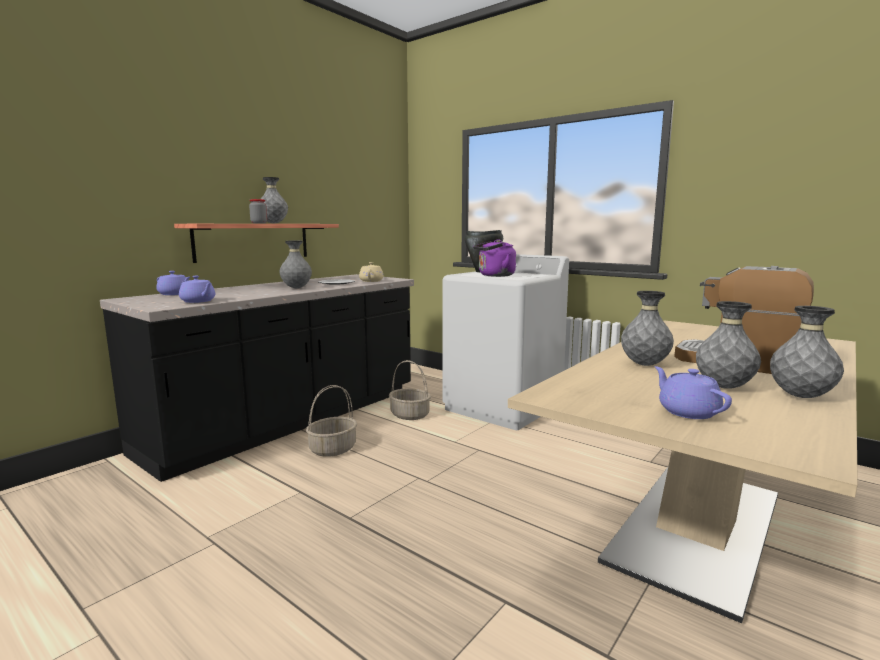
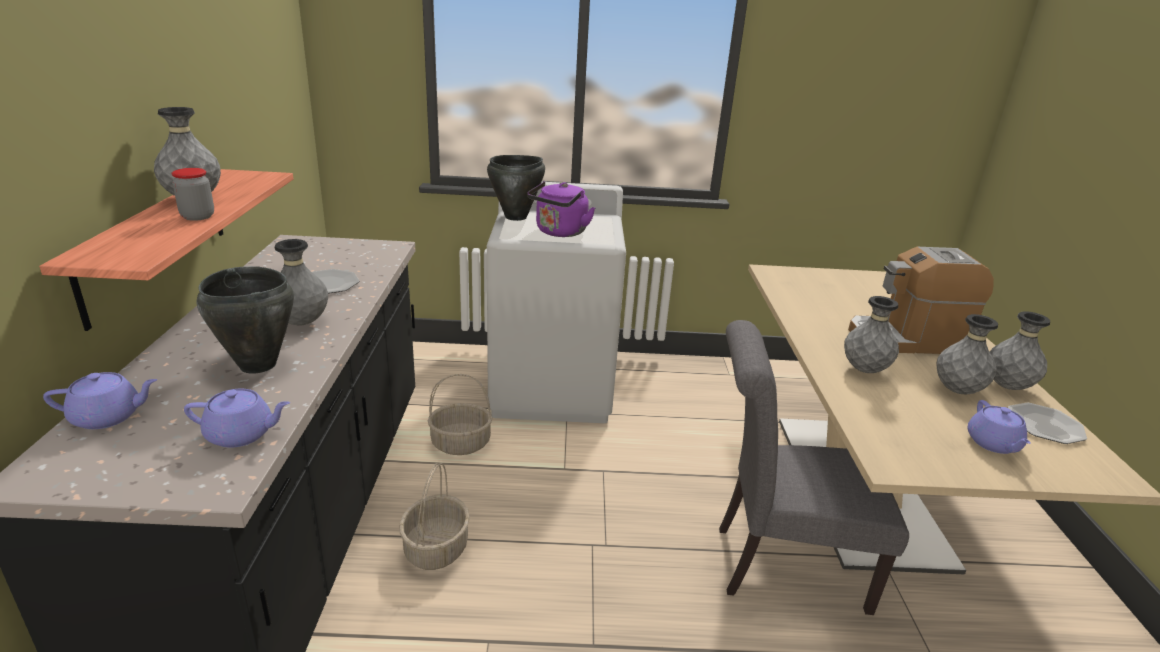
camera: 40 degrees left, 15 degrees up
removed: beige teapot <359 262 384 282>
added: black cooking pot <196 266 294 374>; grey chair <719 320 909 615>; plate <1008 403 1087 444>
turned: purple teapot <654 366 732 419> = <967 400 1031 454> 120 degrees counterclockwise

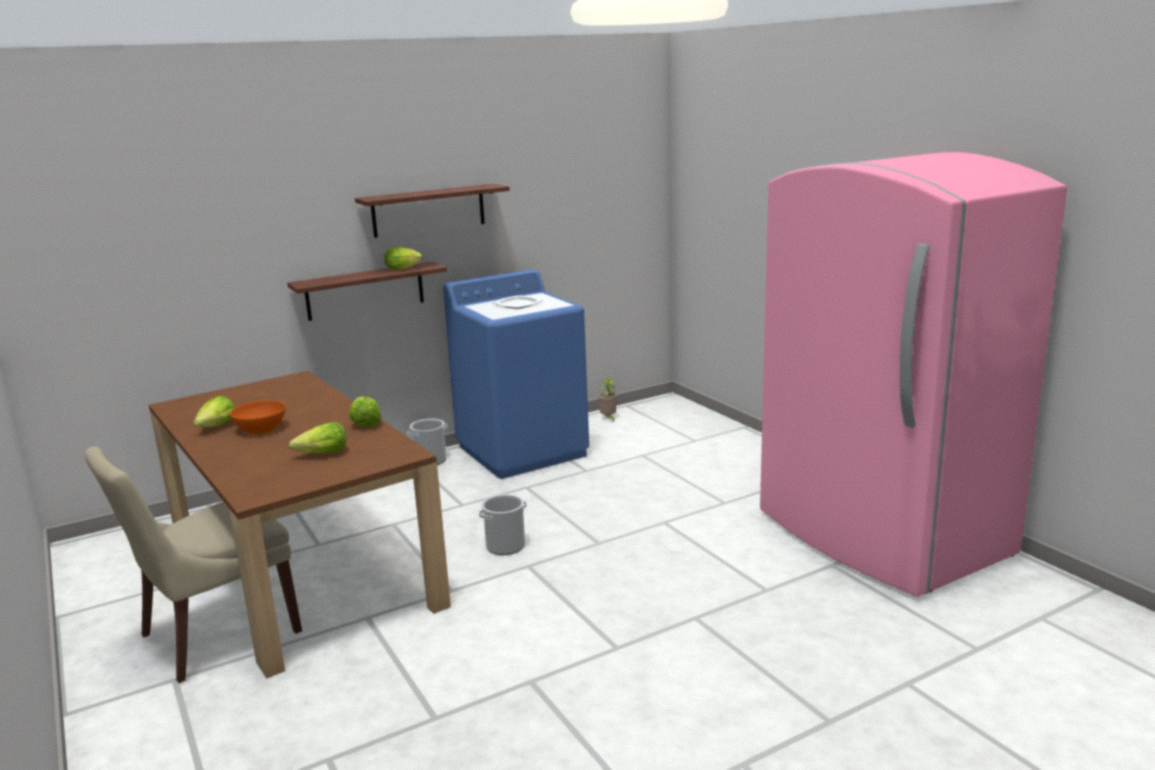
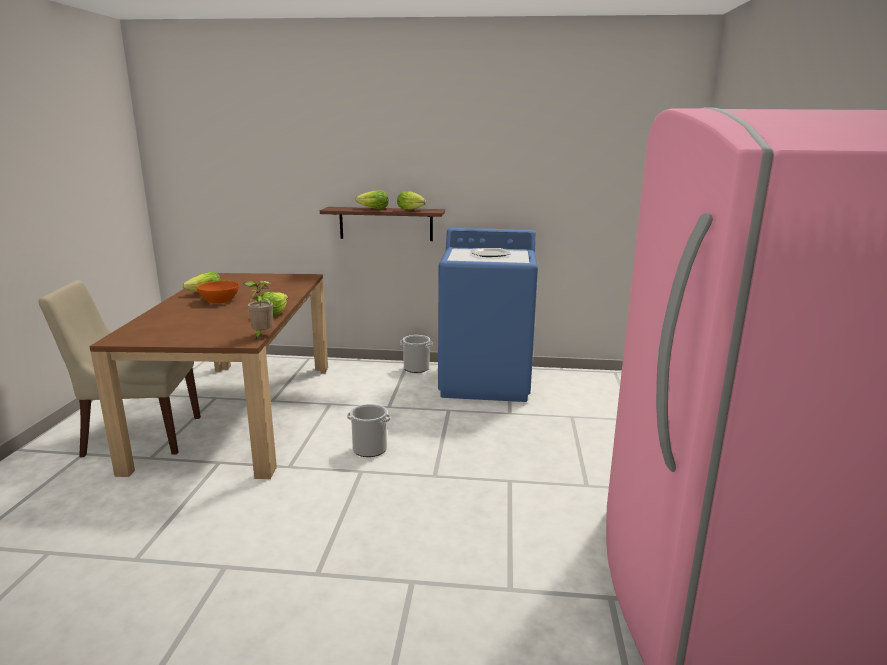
camera: 35 degrees right, 0 degrees up
removed: shelf <355 184 510 238>
moved: potted plant <598 377 617 422> to <243 280 273 339>; lettuce <289 422 346 453> to <356 190 389 209>

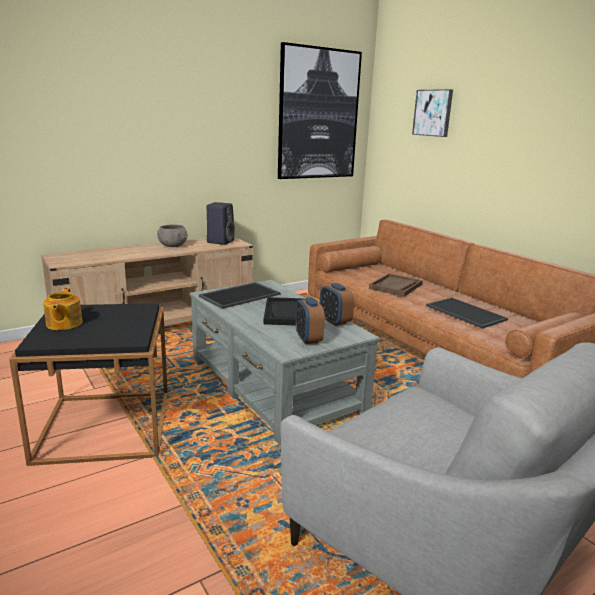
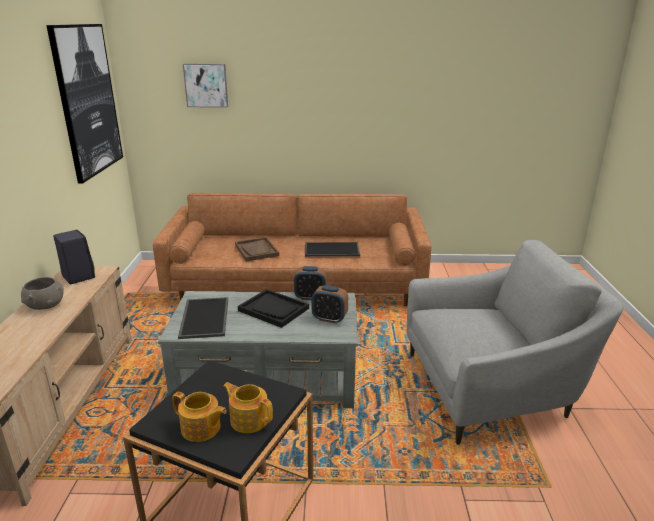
camera: 55 degrees left, 5 degrees up
added: teapot <223 382 273 433>

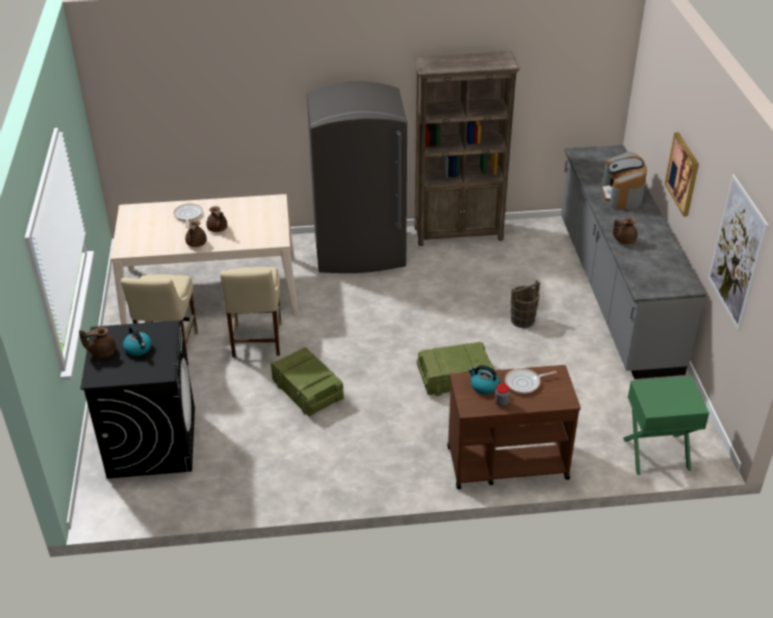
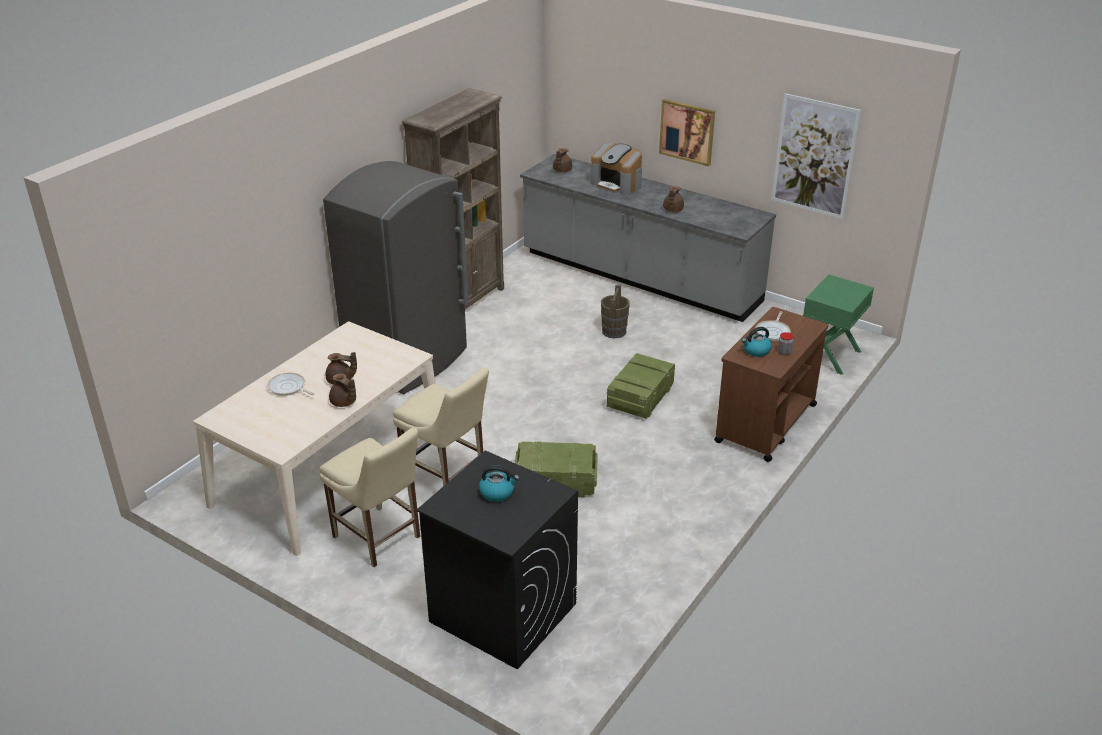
camera: 50 degrees left, 5 degrees down
moved: brown teapot <79 327 116 358> to <553 148 572 172>

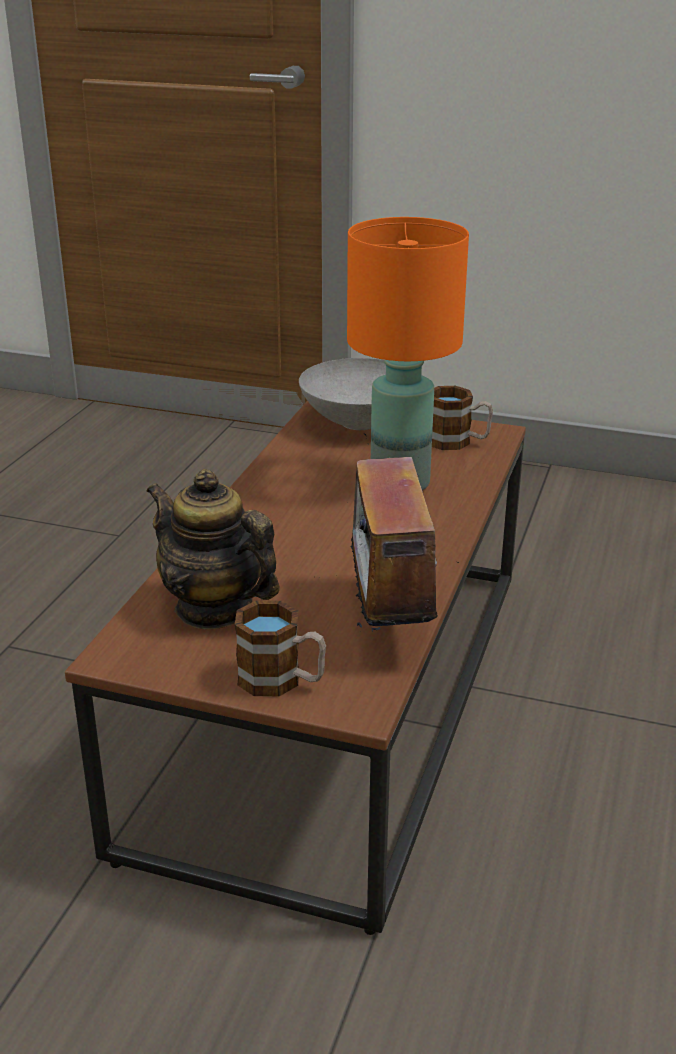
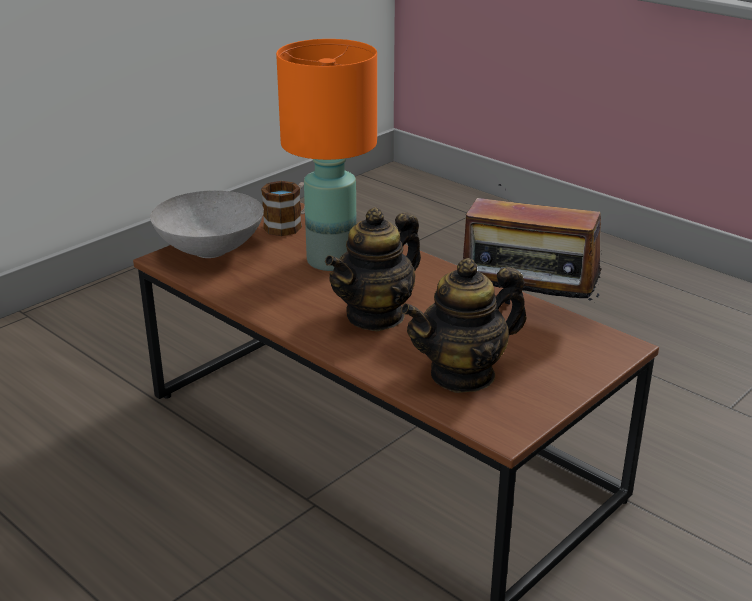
camera: 65 degrees left, 0 degrees up
removed: mug <235 600 326 697>
added: teapot <325 207 421 331>

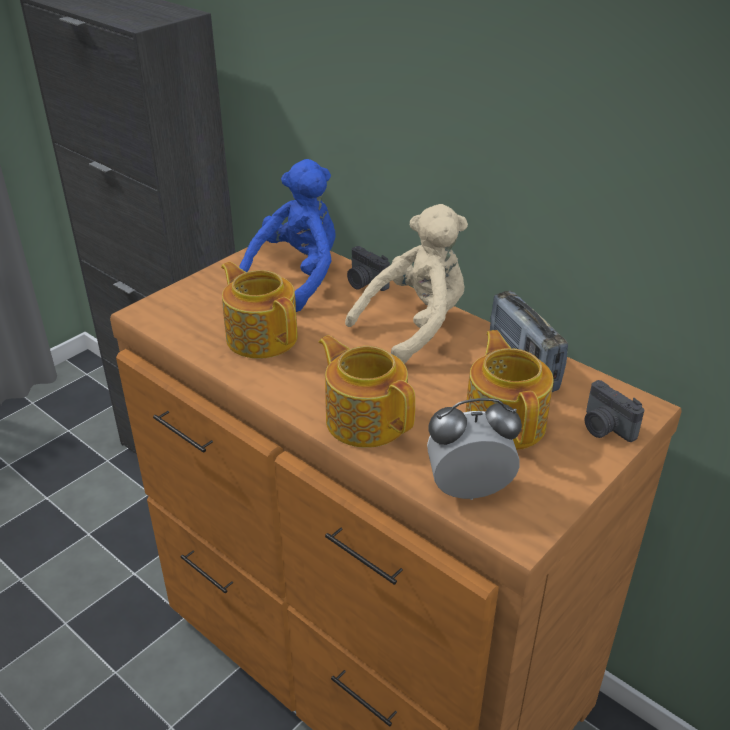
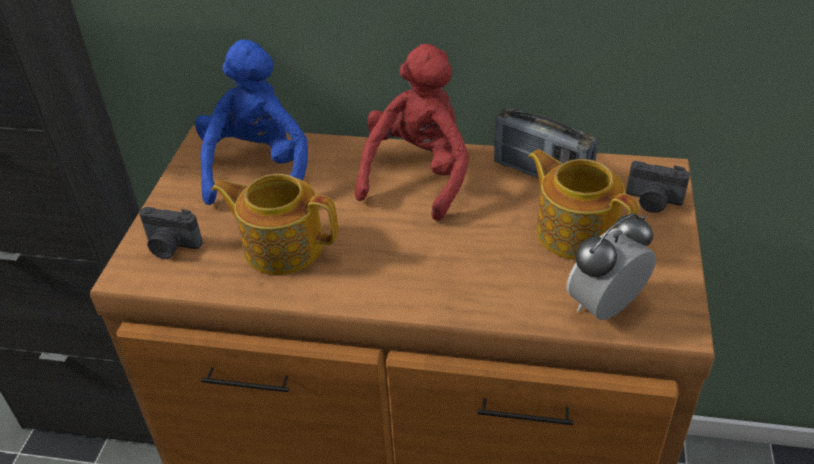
camera: 30 degrees left, 5 degrees up
removed: teapot <319 335 415 448>
moved: photo camera <347 246 390 291> to <139 207 203 259>
recoloured: beige plush toy <345 204 468 364> to red plush toy <355 44 469 221>

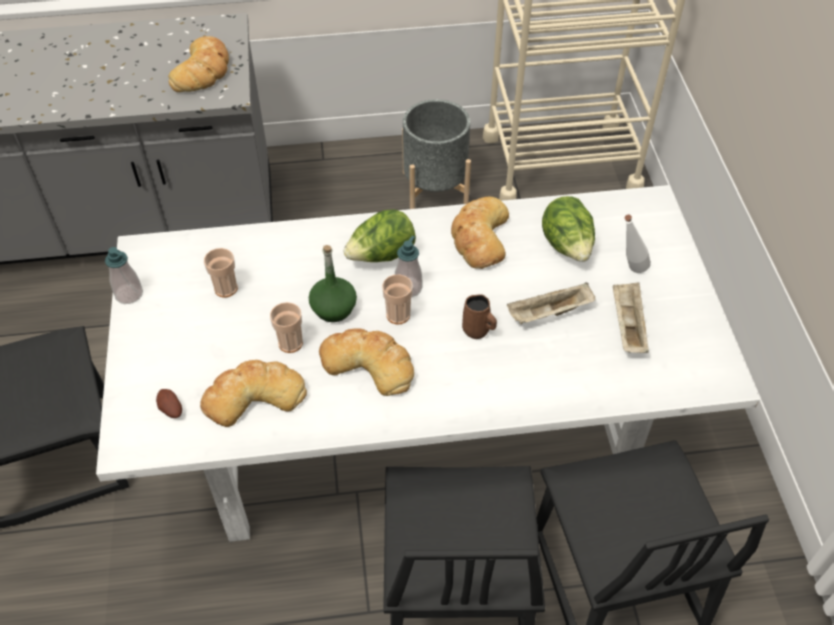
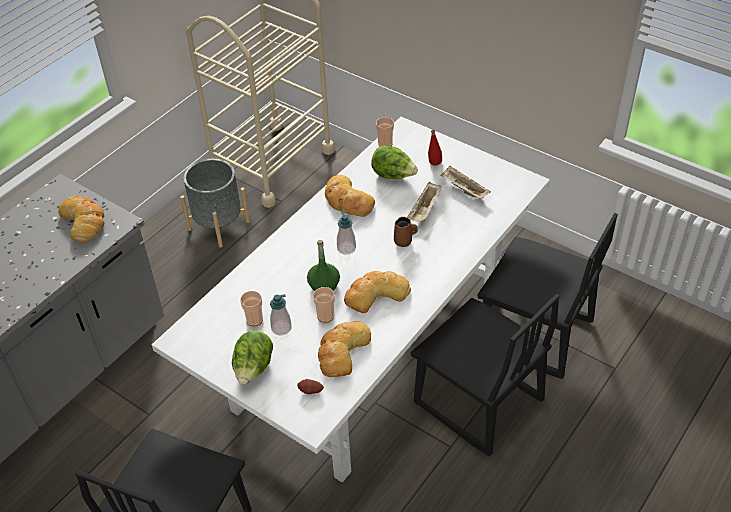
camera: 45 degrees left, 5 degrees down
moved: lettuce <343 209 416 262> to <232 331 273 384>; soap dispenser <105 247 143 304> to <270 294 292 336>; cup <382 274 413 325> to <376 117 394 147>
recoloured: white bottle <625 215 651 273> to red bottle <428 130 442 166>

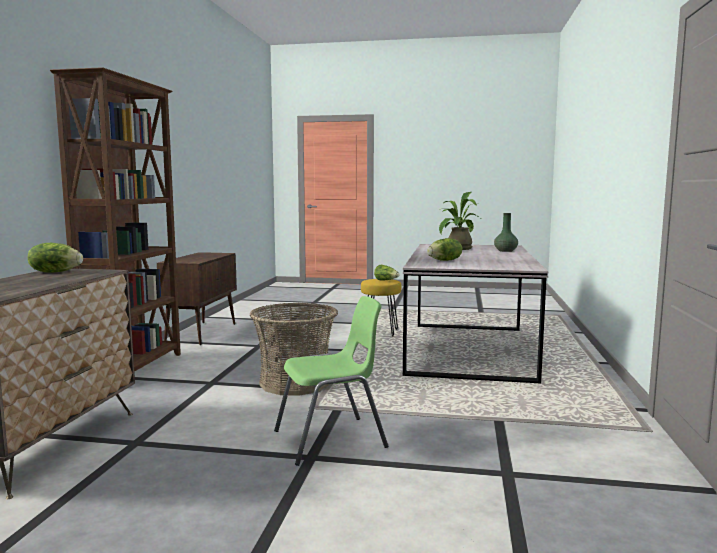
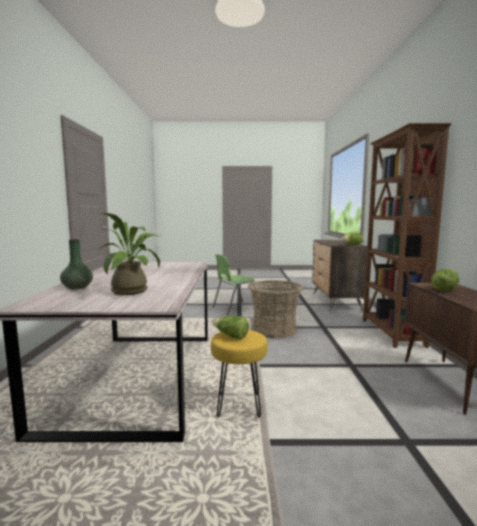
camera: 170 degrees right, 0 degrees up
moved: lettuce <427 238 462 261> to <431 269 459 291>

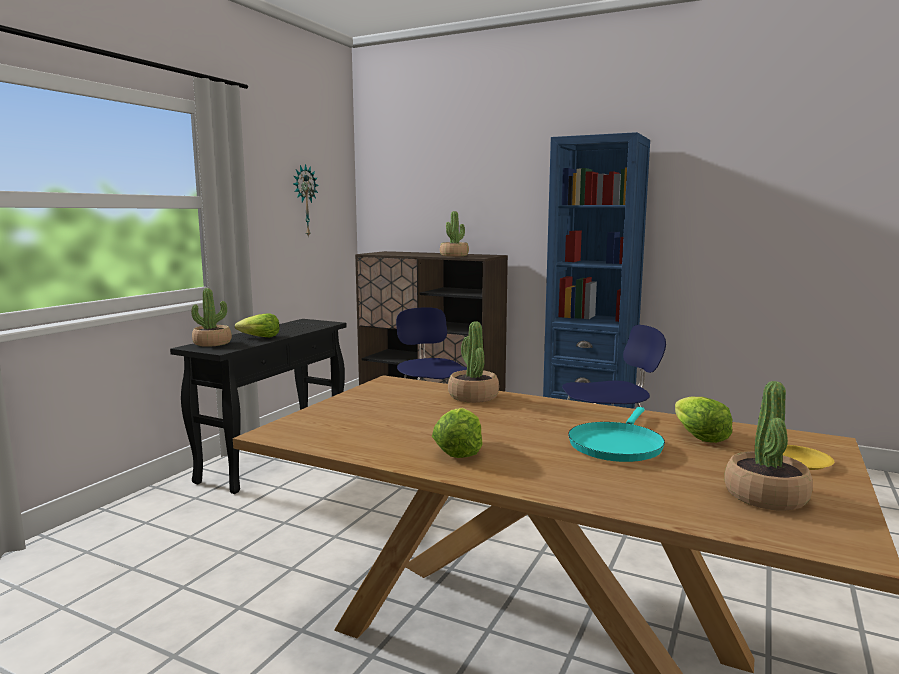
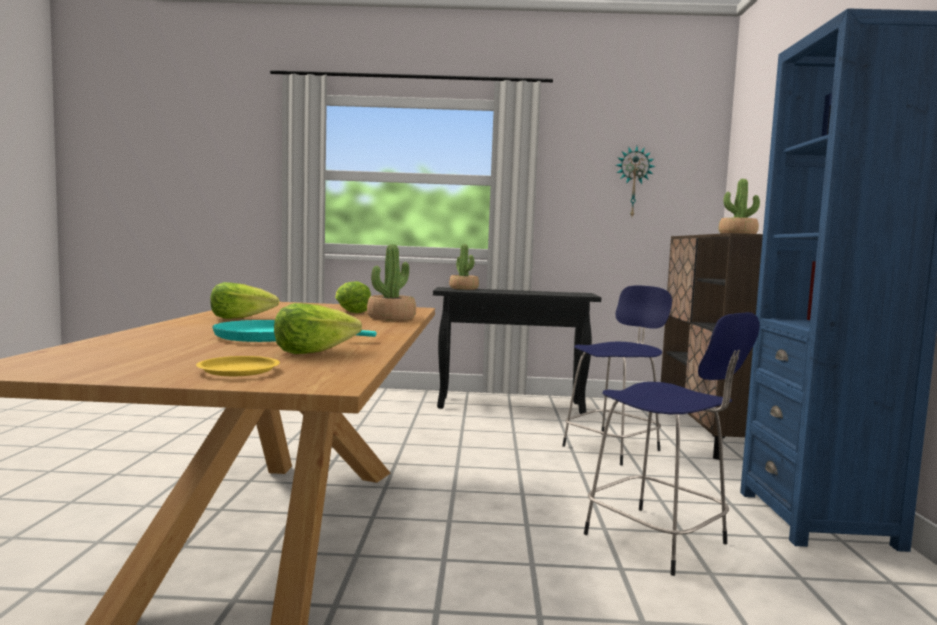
camera: 65 degrees right, 5 degrees down
removed: potted plant <724 381 813 511>
moved: lettuce <235 313 280 337> to <335 281 371 313>

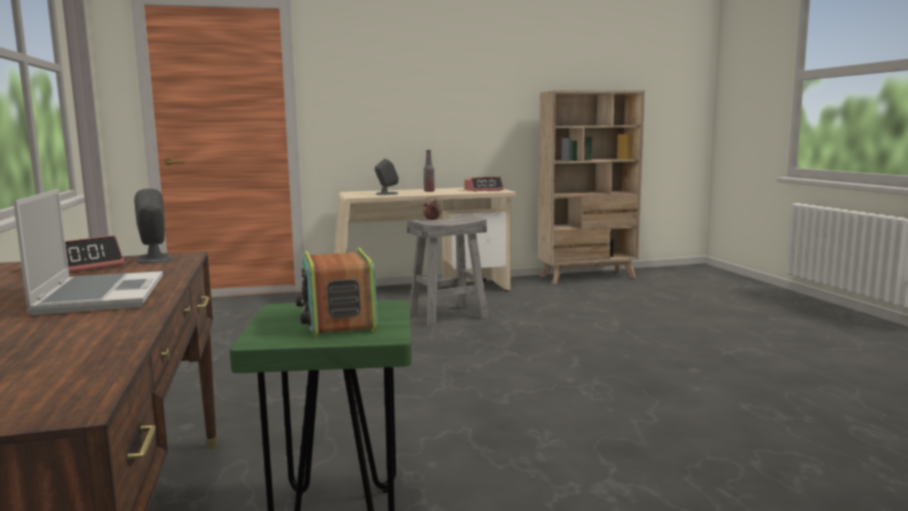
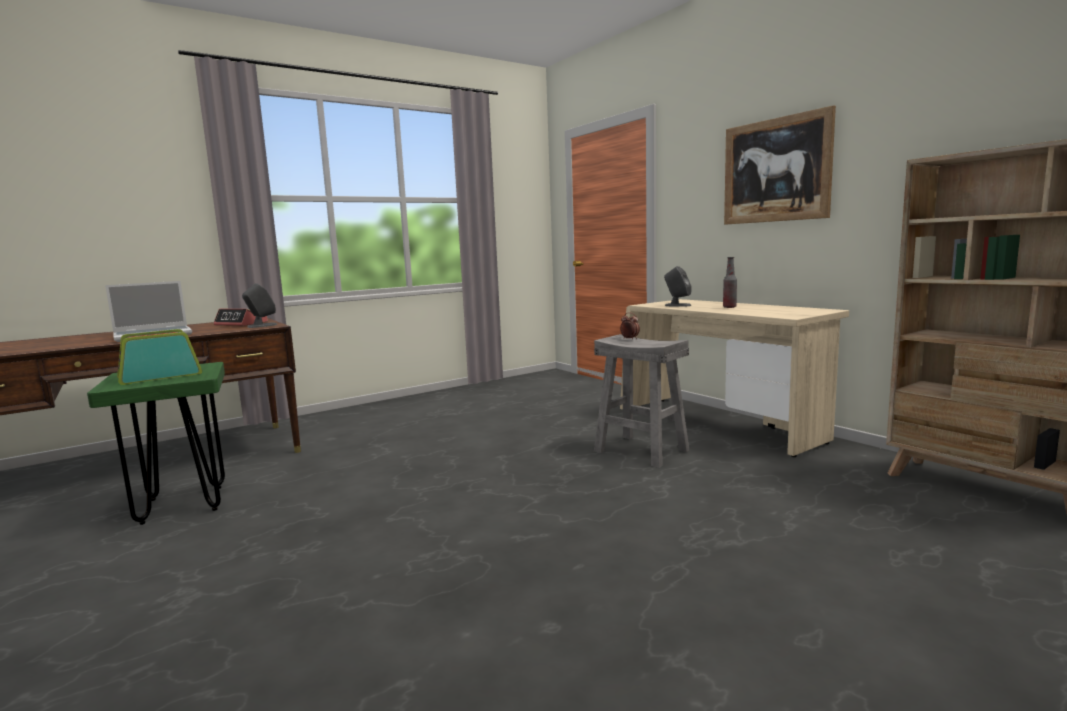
camera: 70 degrees right, 0 degrees up
removed: alarm clock <464 176 504 192>
added: picture <724 105 836 225>

